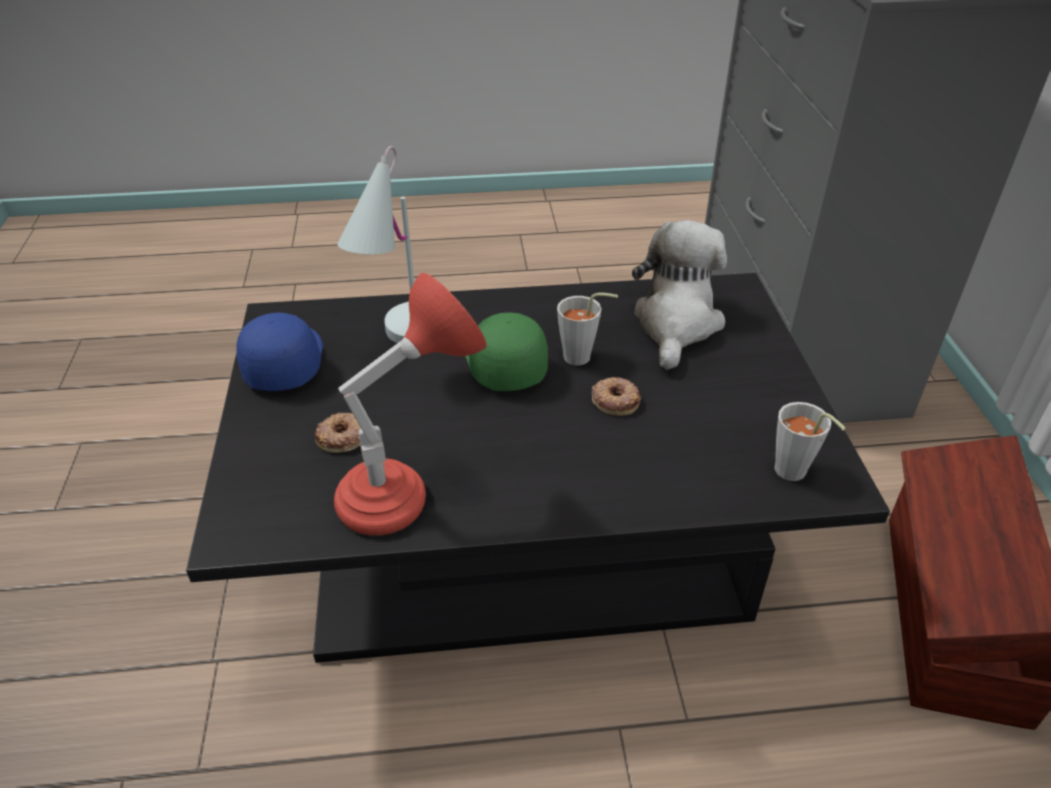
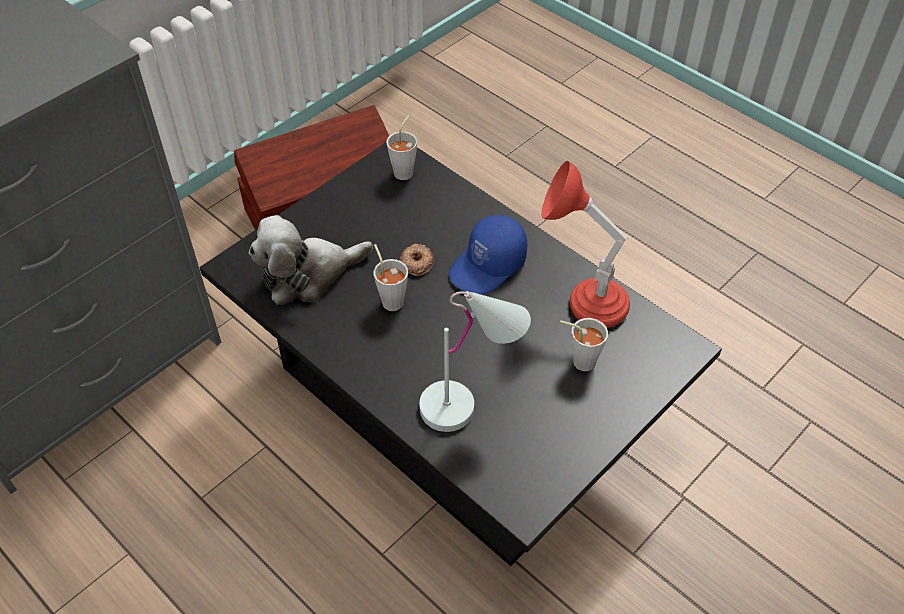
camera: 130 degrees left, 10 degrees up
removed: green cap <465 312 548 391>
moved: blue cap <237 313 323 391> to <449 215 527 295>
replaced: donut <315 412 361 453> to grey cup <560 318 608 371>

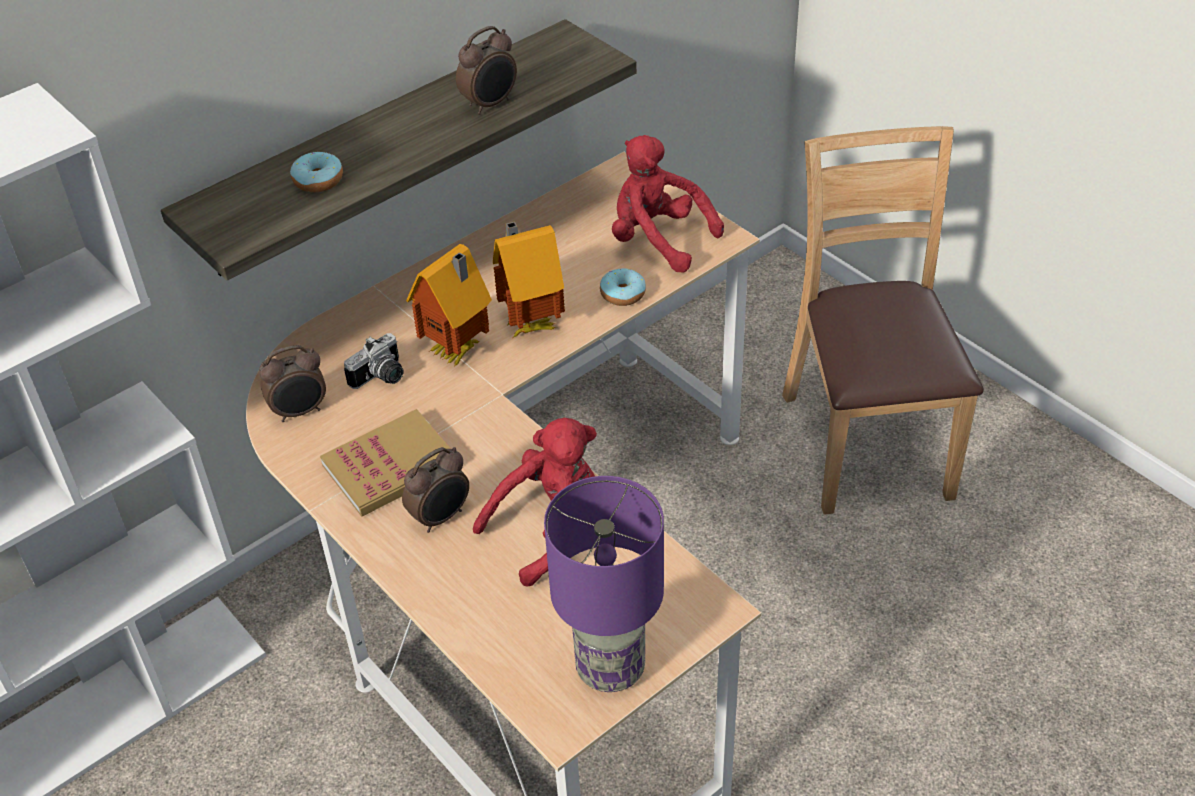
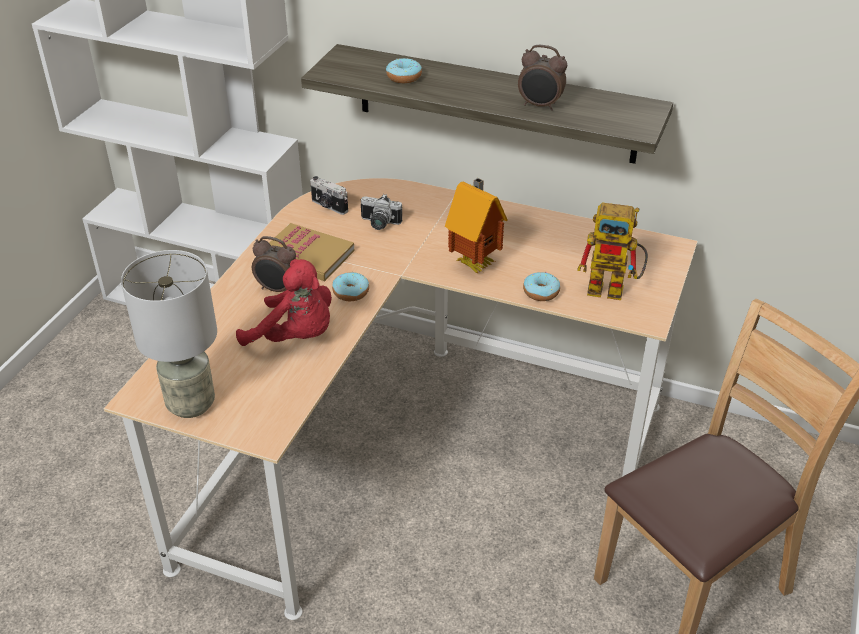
camera: 60 degrees right, 5 degrees down
removed: toy house <406 244 492 366>
added: donut <332 272 369 301>
replaced: alarm clock <259 345 326 422> to photo camera <310 176 348 215>; red plush toy <612 135 724 273> to toy robot <577 203 648 300>
recoloured: purple table lamp <544 476 664 692> to grey table lamp <121 250 217 418>

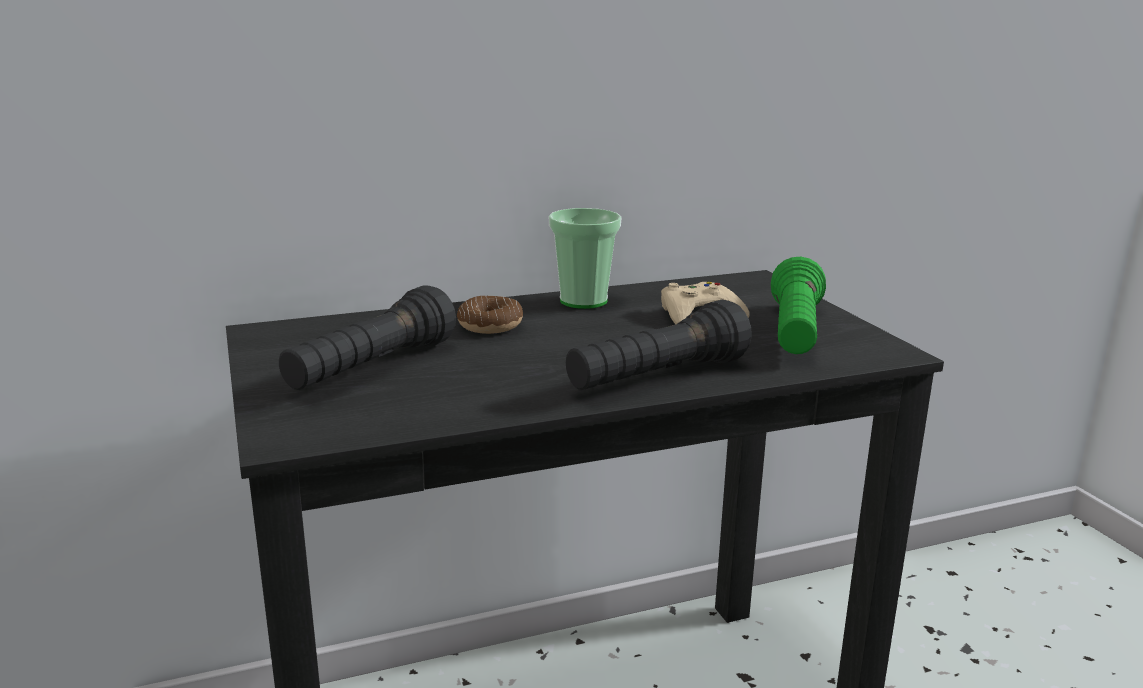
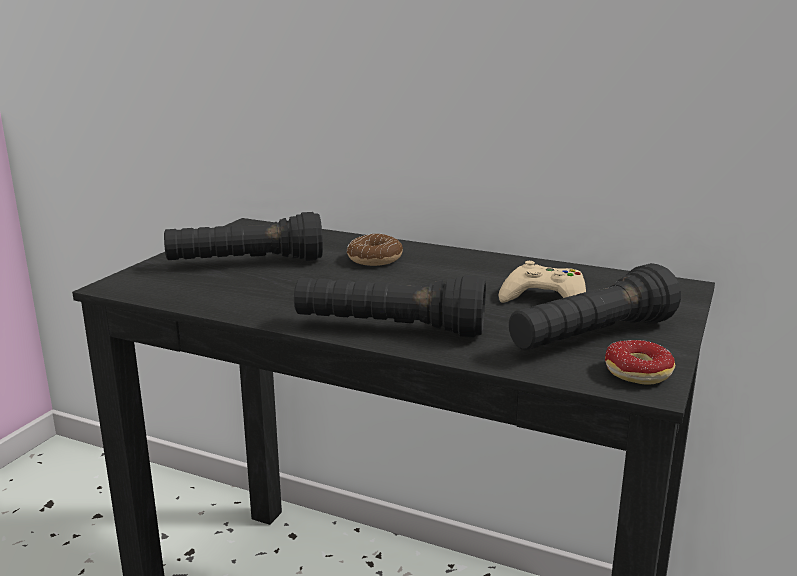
camera: 45 degrees right, 0 degrees up
removed: cup <549 208 621 309>
added: donut <605 340 675 385>
recoloured: green flashlight <771 257 826 354> to black flashlight <509 263 681 350>

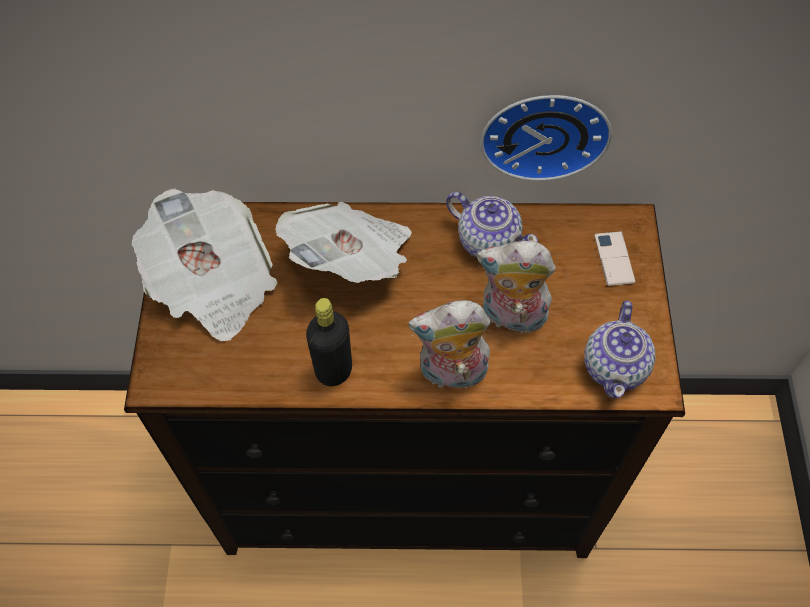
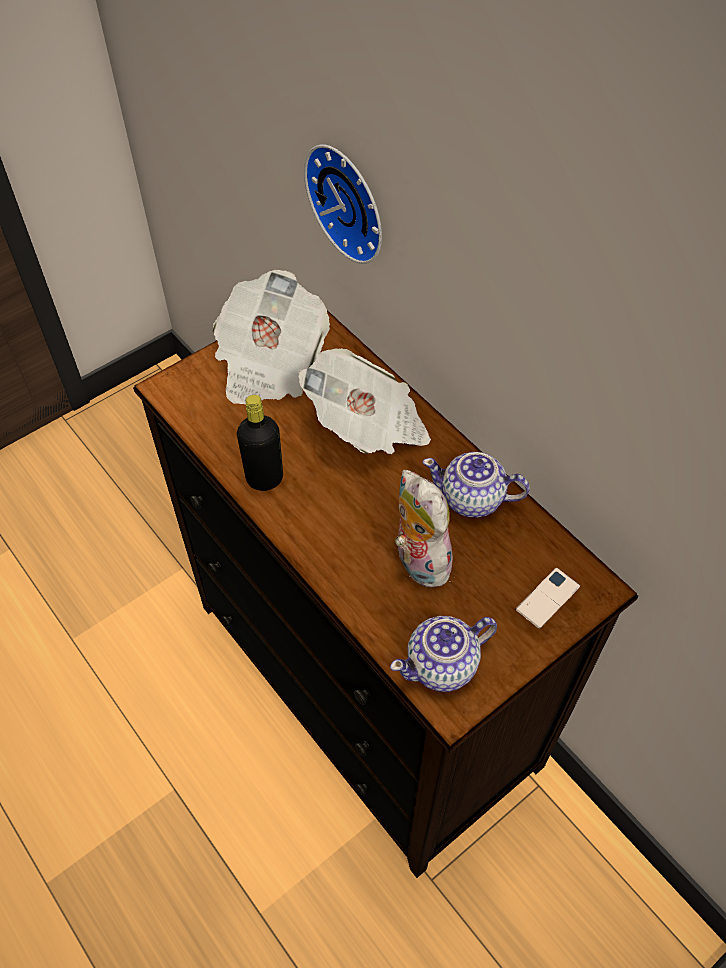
camera: 50 degrees right, 5 degrees down
removed: plush toy <408 300 491 389>
moved: wall clock <480 95 612 181> to <304 145 382 264>
turned: teapot <446 192 538 258> = <423 452 530 518> 105 degrees clockwise

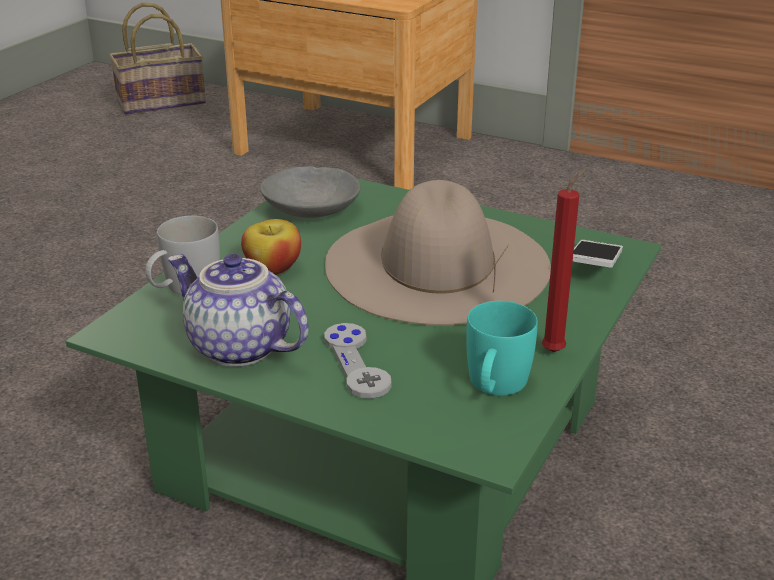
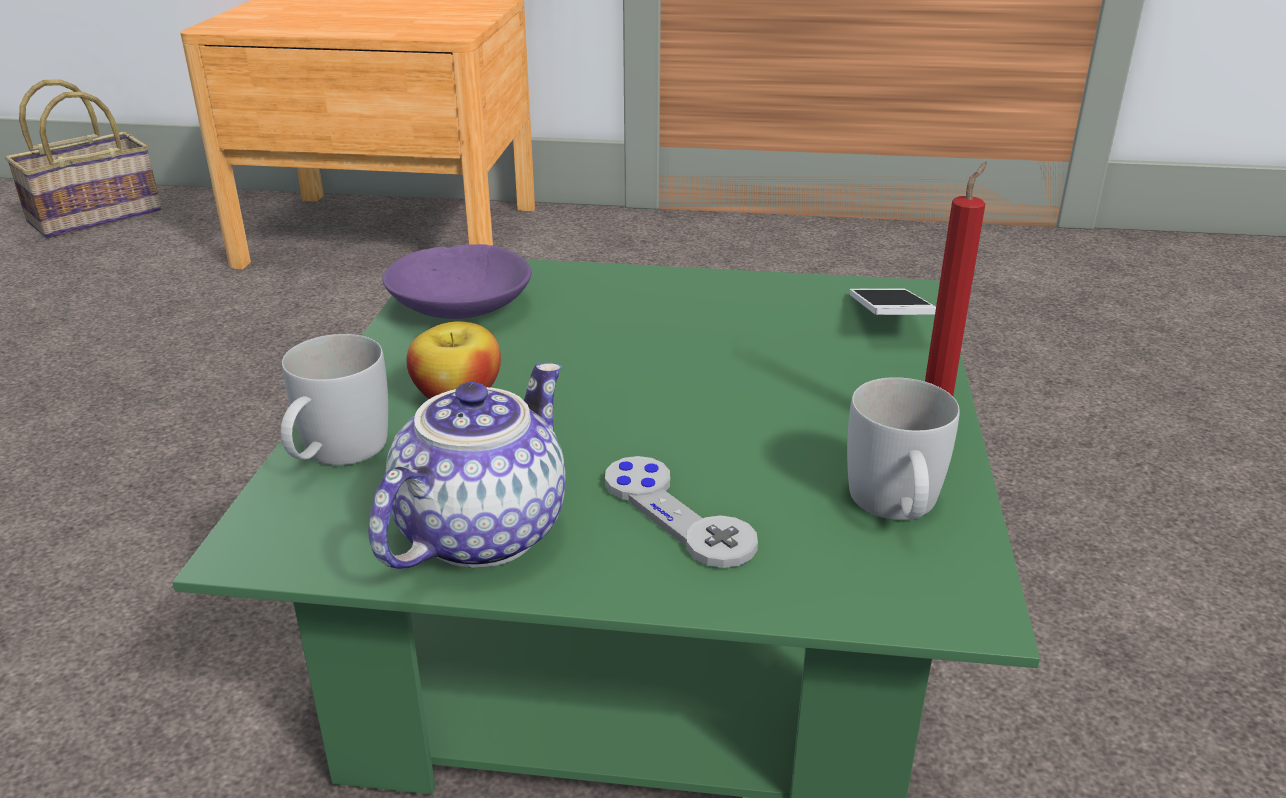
camera: 20 degrees left, 0 degrees up
removed: beige hat <325 180 551 326>
recoloured: grey bowl <260 166 360 218> to purple bowl <382 244 532 319>; turquoise mug <466 301 538 396> to white mug <847 377 960 520>
turned: teapot <167 254 309 367> = <368 363 566 569> 105 degrees clockwise

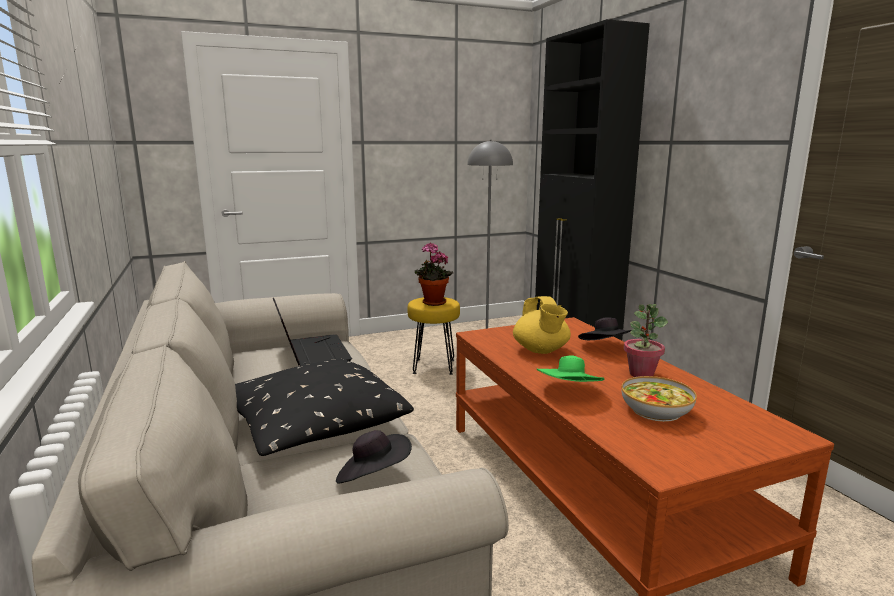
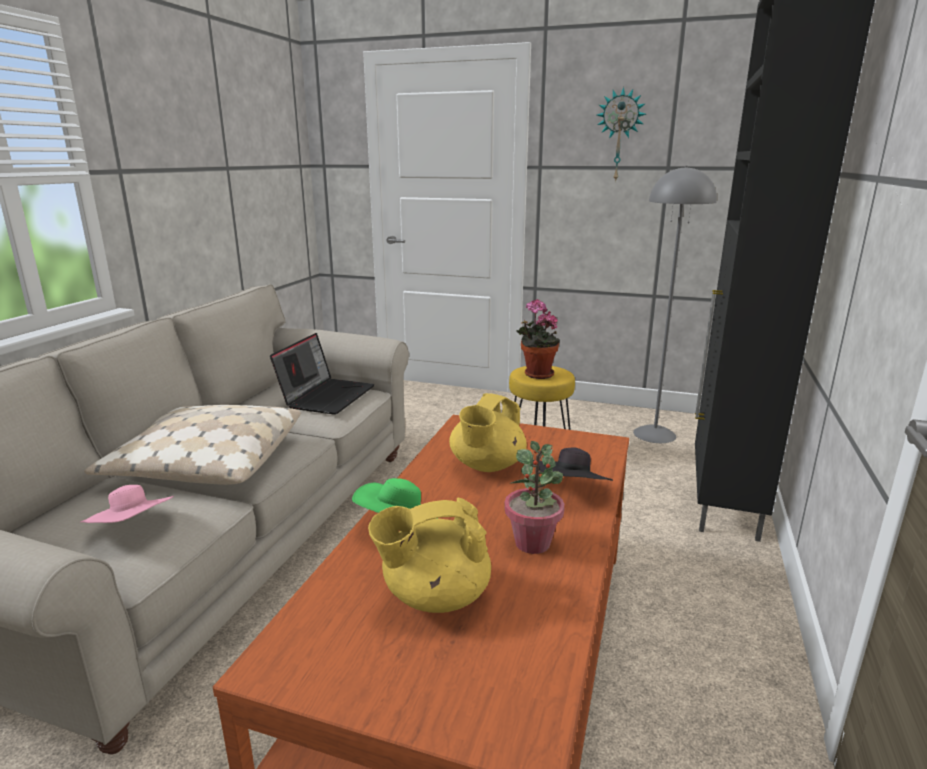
camera: 40 degrees right, 5 degrees up
added: wall clock <597 87 646 182>
replaced: bowl <621 376 697 422> to yellow teapot <368 498 491 613>
recoloured: black hat <336 430 412 484> to pink hat <80 485 174 523>; black pillow <235 359 414 456> to beige pillow <84 405 301 485>

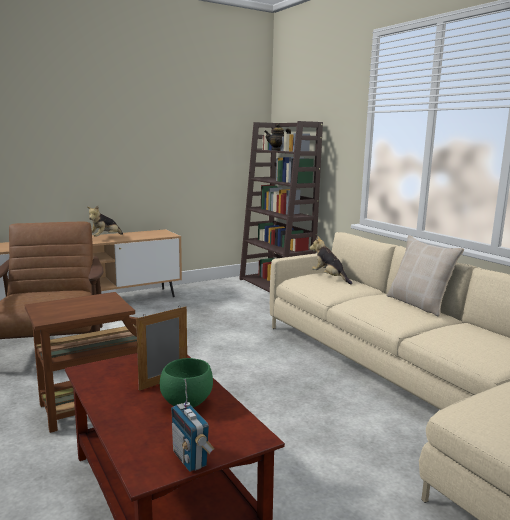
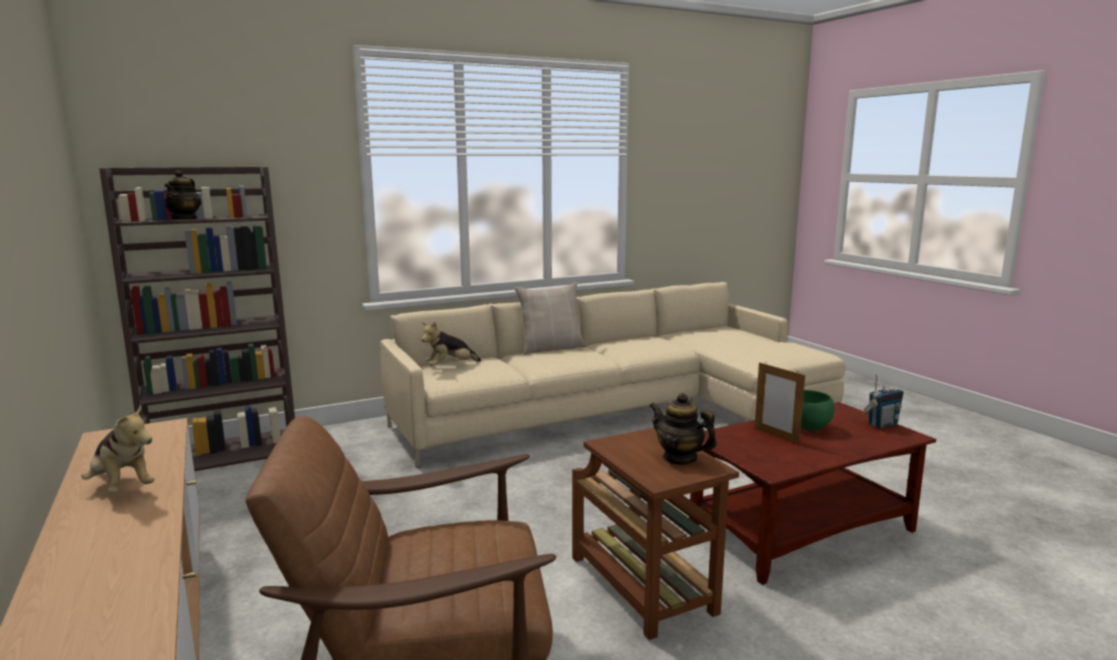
camera: 85 degrees left, 0 degrees up
added: teapot <649 393 717 465>

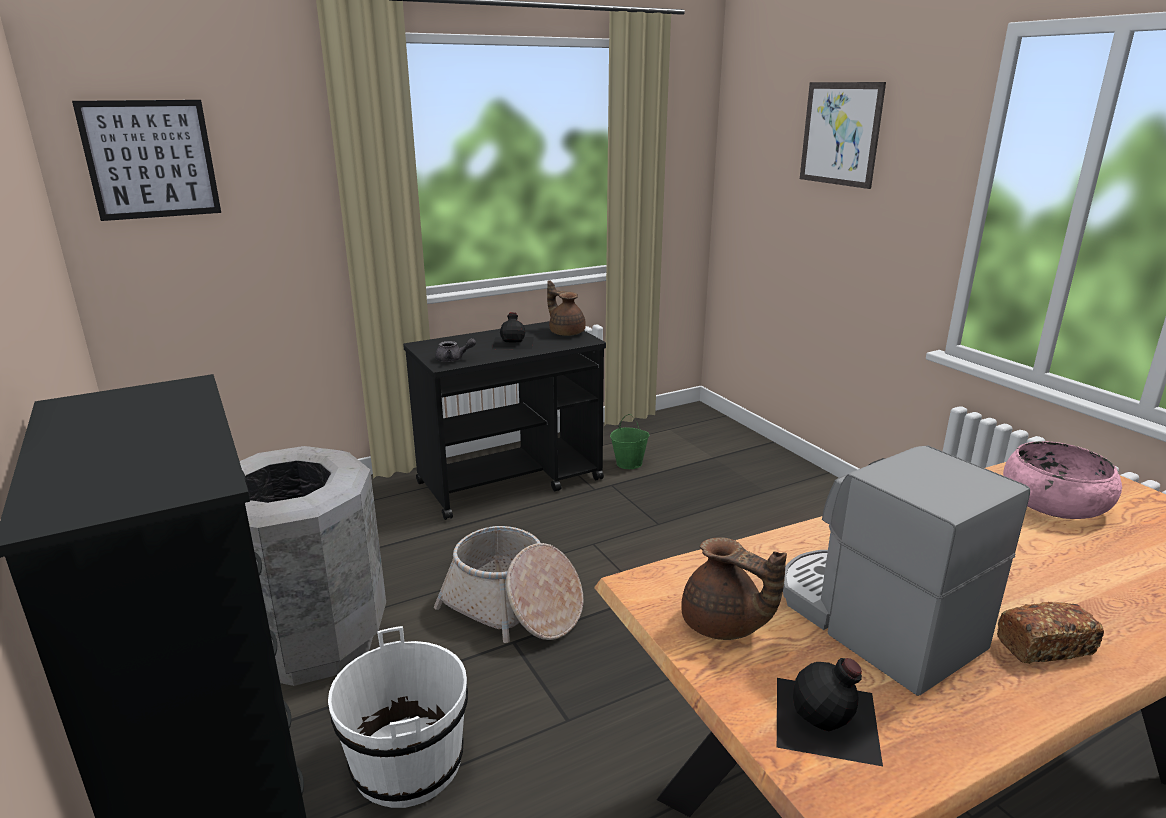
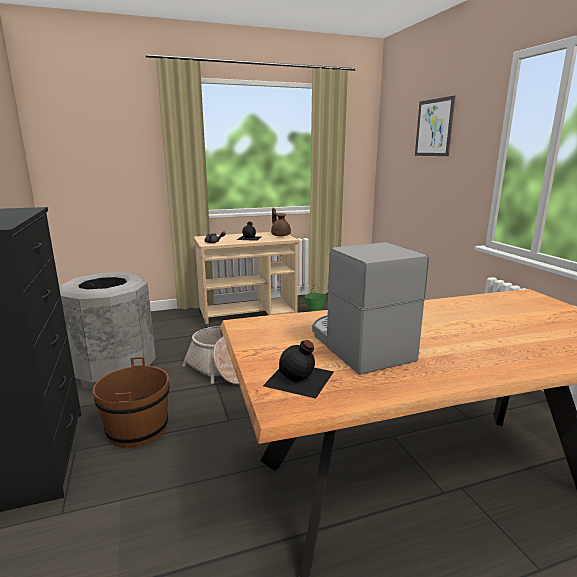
camera: 10 degrees right, 5 degrees down
removed: picture <72 100 221 221>; brown teapot <681 537 787 640>; bread <997 602 1104 664>; pink bowl <1003 441 1122 519>
recoloured: white bucket <328 626 468 808> to brown bucket <93 357 170 448>; black cart <403 321 606 520> to beige cart <194 232 299 328>

